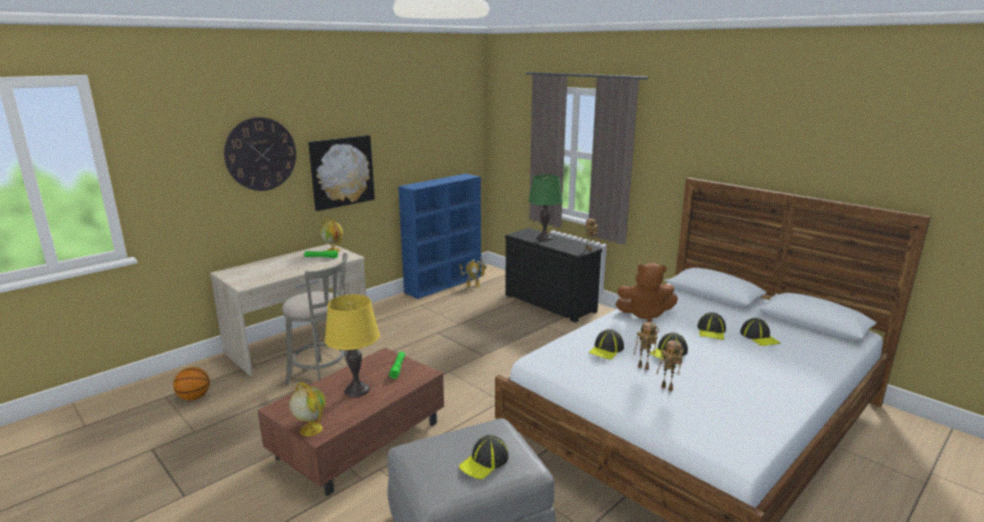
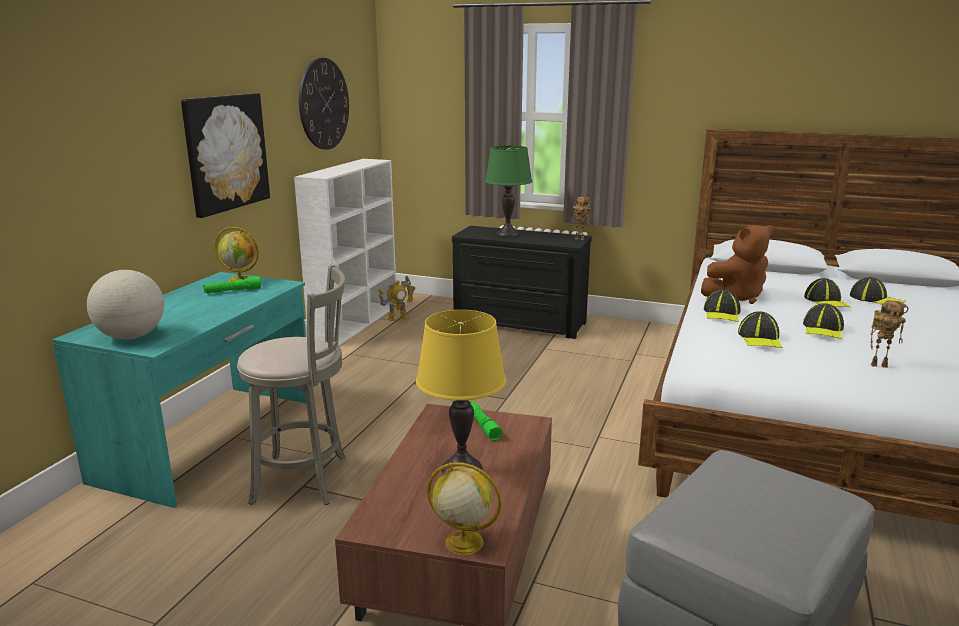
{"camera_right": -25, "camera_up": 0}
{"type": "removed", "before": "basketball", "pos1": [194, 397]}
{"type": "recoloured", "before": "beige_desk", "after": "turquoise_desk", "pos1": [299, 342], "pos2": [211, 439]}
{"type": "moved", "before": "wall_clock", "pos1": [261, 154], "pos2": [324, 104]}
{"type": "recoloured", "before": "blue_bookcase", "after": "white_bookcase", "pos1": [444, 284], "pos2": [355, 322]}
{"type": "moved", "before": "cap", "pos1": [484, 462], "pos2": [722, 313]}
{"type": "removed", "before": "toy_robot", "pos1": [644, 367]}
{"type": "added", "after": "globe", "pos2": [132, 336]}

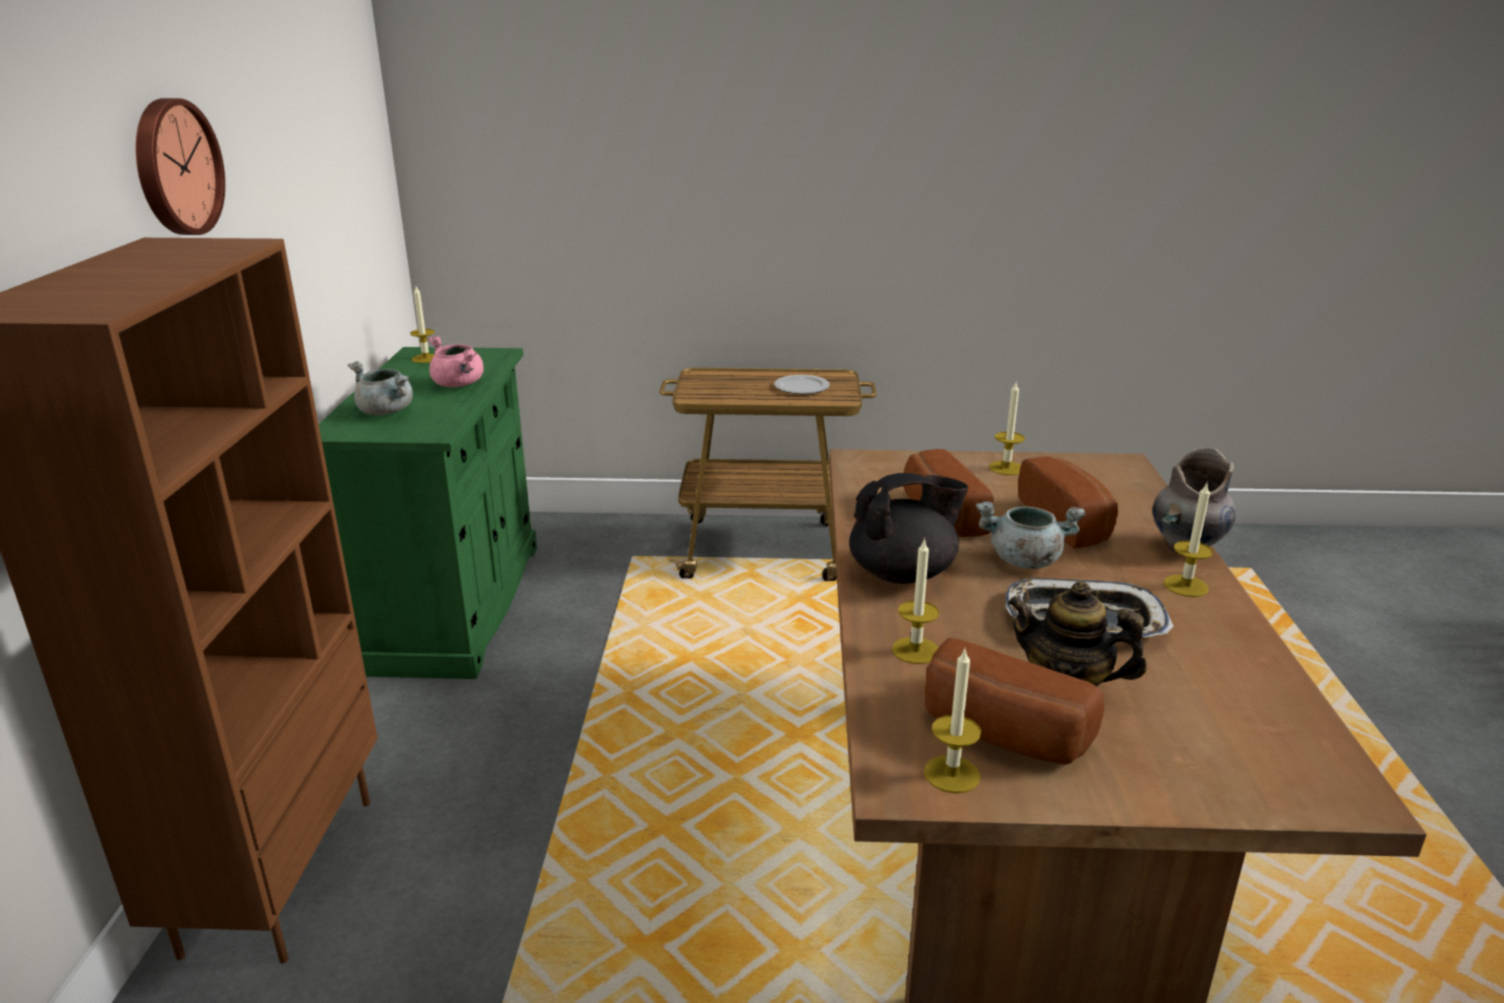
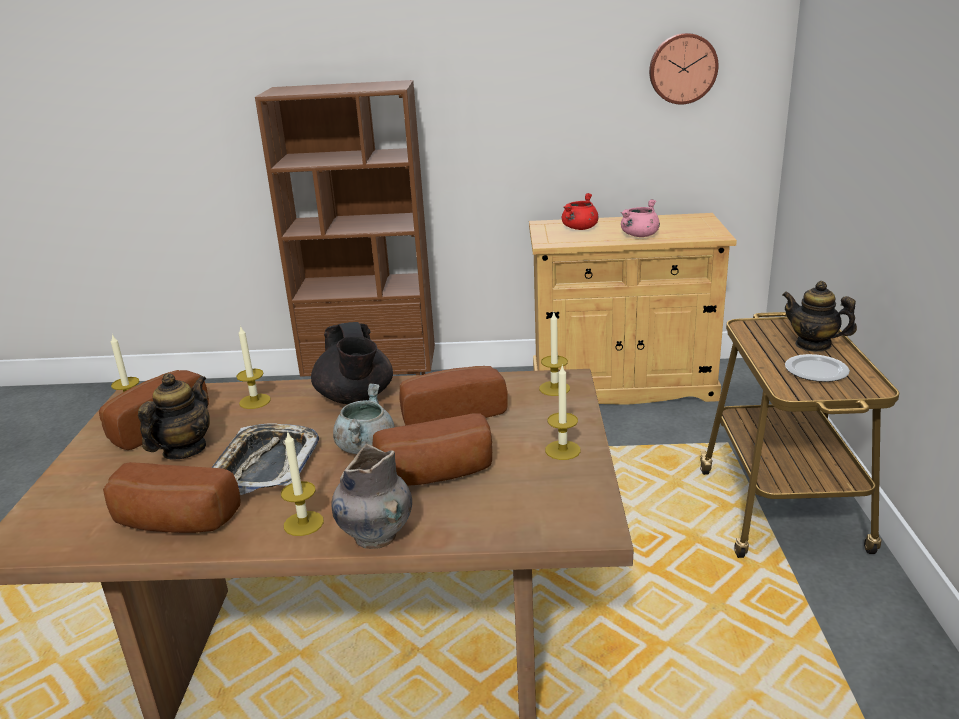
{"camera_right": 90, "camera_up": 0}
{"type": "moved", "before": "wall_clock", "pos1": [174, 167], "pos2": [682, 68]}
{"type": "recoloured", "before": "green_cabinet", "after": "beige_cabinet", "pos1": [452, 605], "pos2": [622, 385]}
{"type": "recoloured", "before": "grey_cooking_pot", "after": "red_cooking_pot", "pos1": [387, 412], "pos2": [579, 228]}
{"type": "moved", "before": "candle", "pos1": [426, 358], "pos2": [554, 388]}
{"type": "added", "after": "bread", "pos2": [172, 523]}
{"type": "added", "after": "teapot", "pos2": [813, 345]}

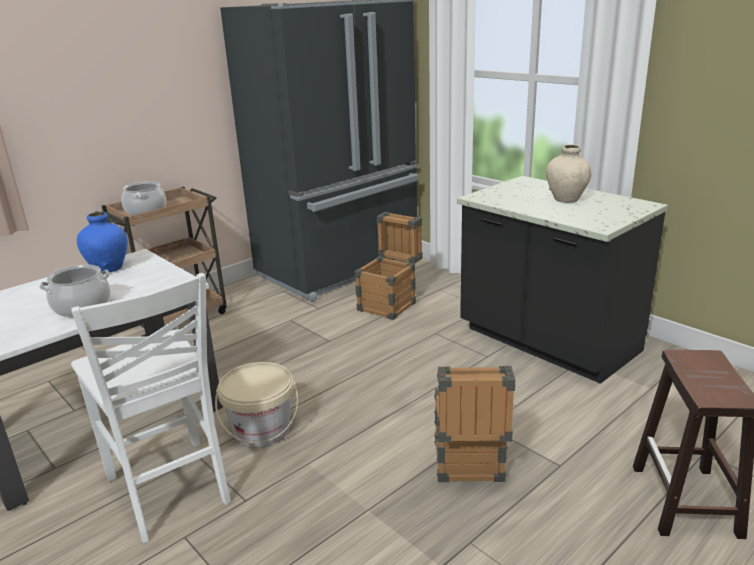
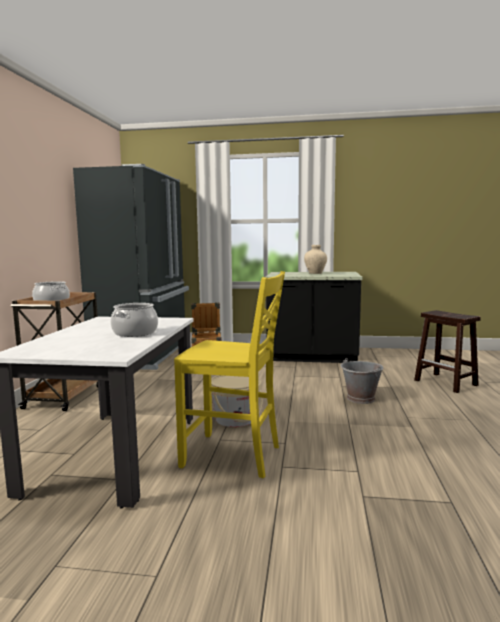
{"camera_right": -40, "camera_up": -15}
{"type": "recoloured", "before": "white_chair", "after": "yellow_chair", "pos1": [170, 491], "pos2": [233, 456]}
{"type": "removed", "before": "blue_vase", "pos1": [108, 269]}
{"type": "replaced", "before": "crate", "after": "grey_bucket", "pos1": [468, 468], "pos2": [361, 398]}

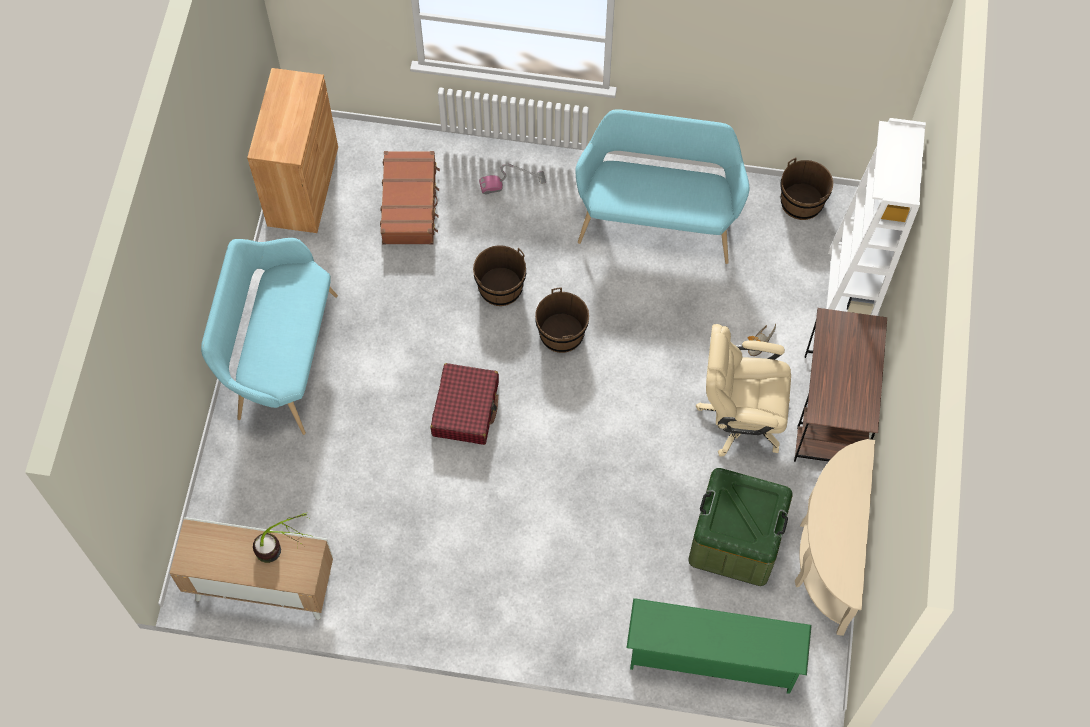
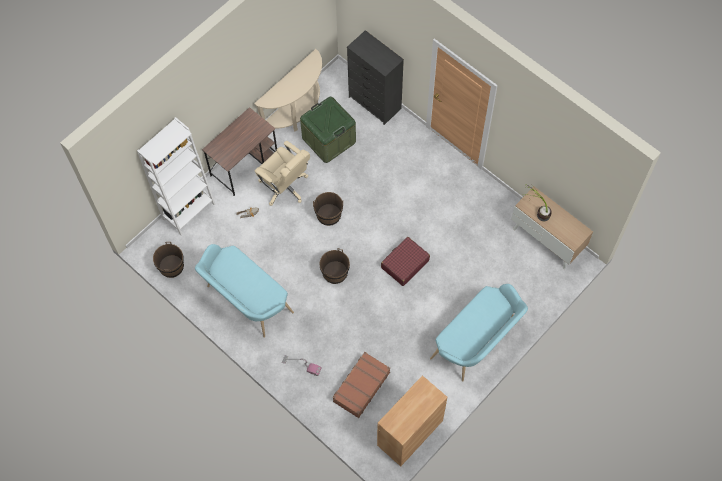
{"camera_right": -145, "camera_up": 0}
{"type": "moved", "before": "brown_bucket", "pos1": [500, 287], "pos2": [329, 215]}
{"type": "replaced", "before": "green_shoe_rack", "after": "black_dresser", "pos1": [711, 659], "pos2": [375, 103]}

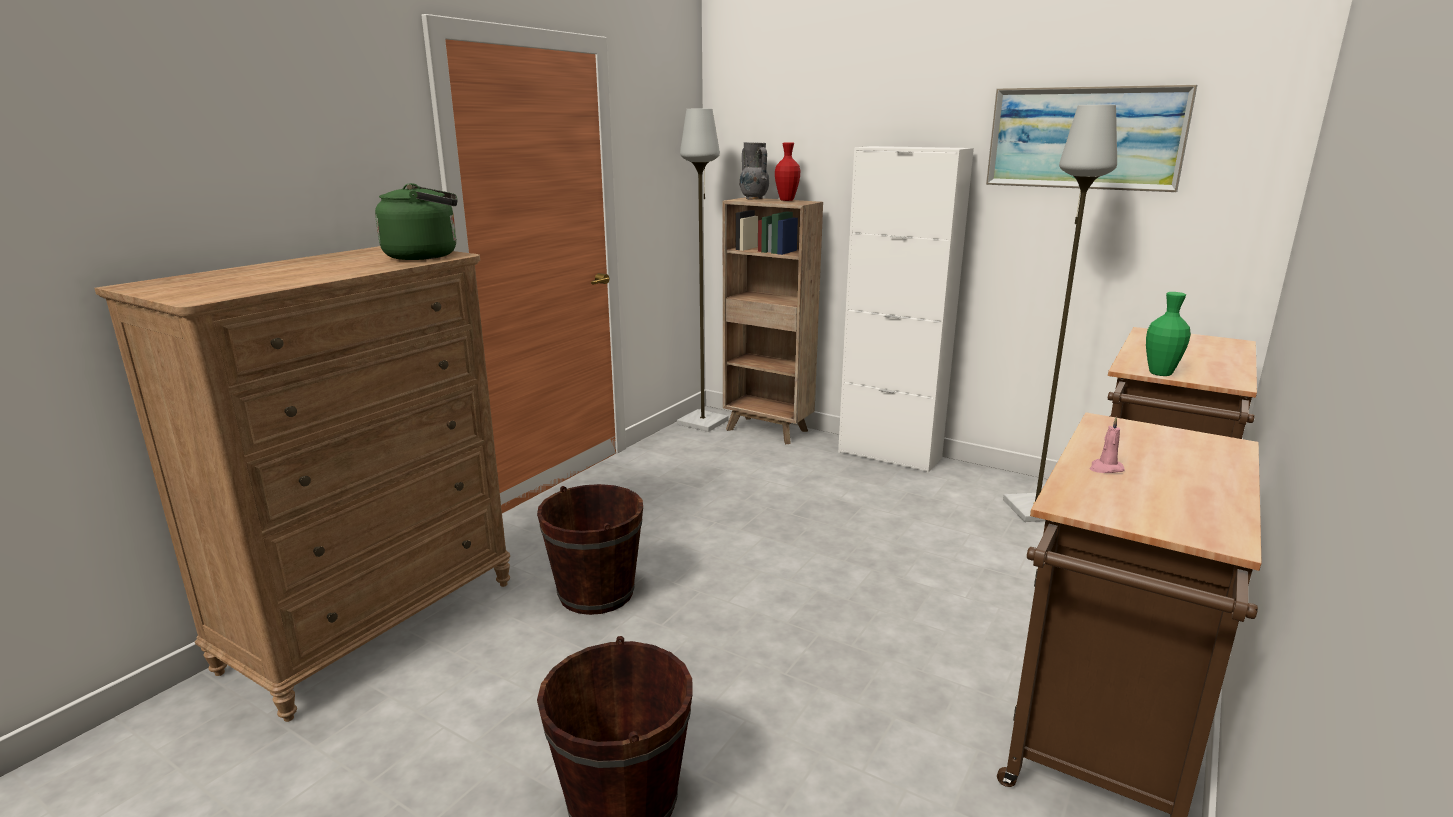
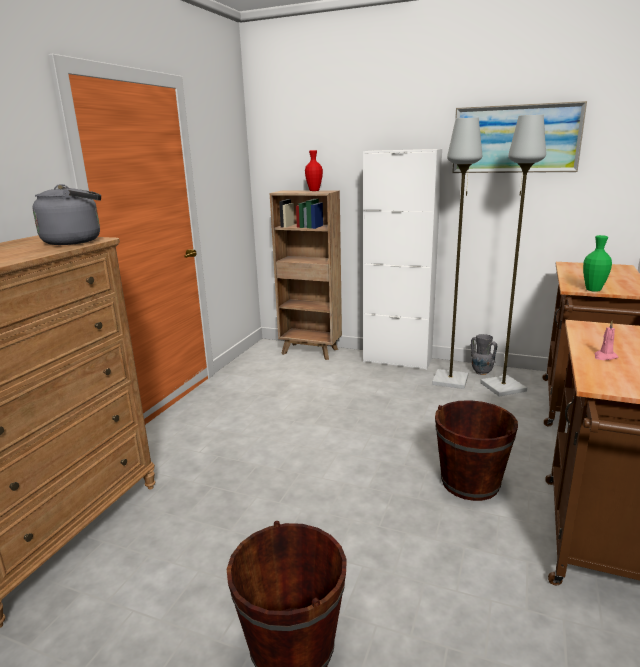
{"camera_right": -10, "camera_up": 0}
{"type": "recoloured", "before": "green_kettle", "after": "grey_kettle", "pos1": [426, 256], "pos2": [76, 241]}
{"type": "moved", "before": "brown_bucket", "pos1": [596, 593], "pos2": [470, 483]}
{"type": "moved", "before": "grey_floor_lamp", "pos1": [703, 422], "pos2": [451, 380]}
{"type": "moved", "before": "grey_vase", "pos1": [754, 199], "pos2": [481, 372]}

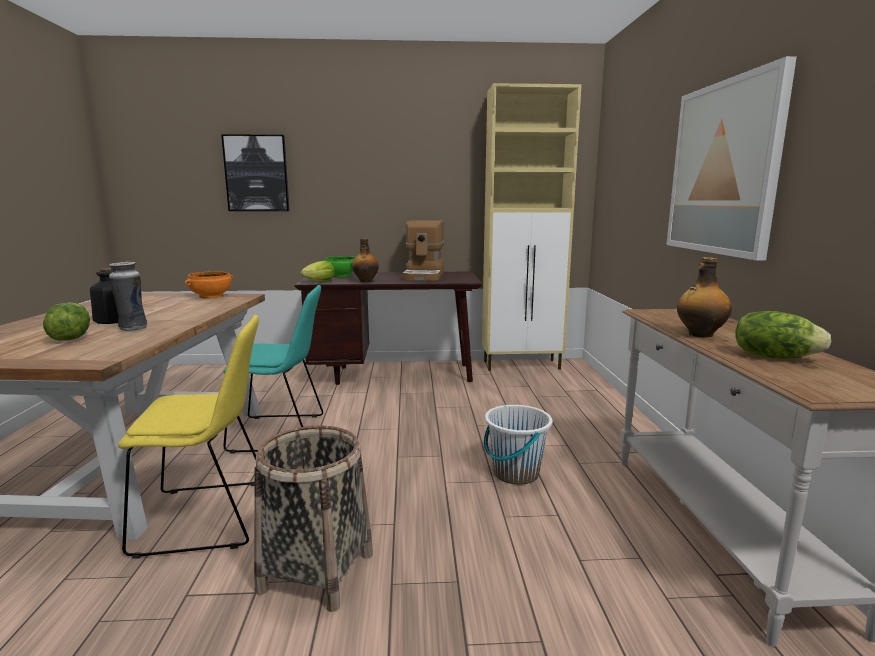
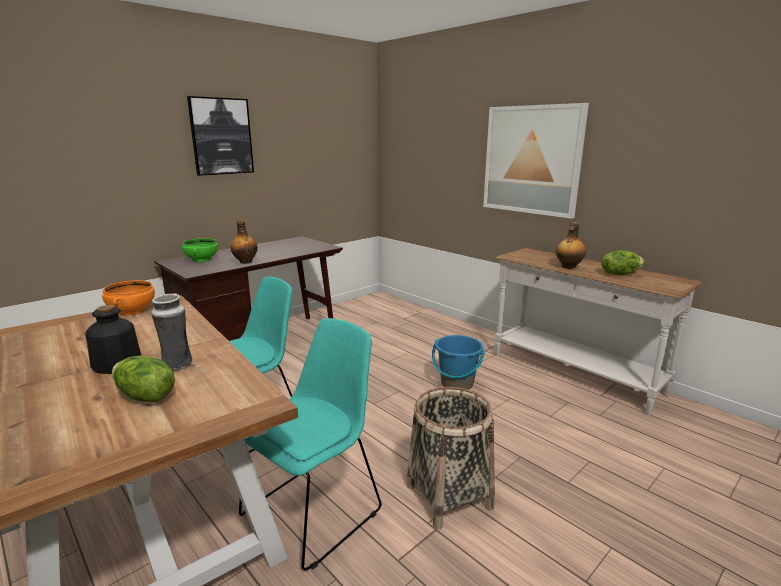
{"camera_right": -40, "camera_up": 5}
{"type": "recoloured", "before": "yellow_chair", "after": "turquoise_chair", "pos1": [209, 516], "pos2": [315, 509]}
{"type": "moved", "before": "picture", "pos1": [256, 173], "pos2": [221, 136]}
{"type": "removed", "before": "lettuce", "pos1": [319, 281]}
{"type": "removed", "before": "coffee_machine", "pos1": [424, 276]}
{"type": "removed", "before": "beige_cabinet", "pos1": [522, 365]}
{"type": "recoloured", "before": "white_bucket", "after": "blue_bucket", "pos1": [515, 473], "pos2": [457, 384]}

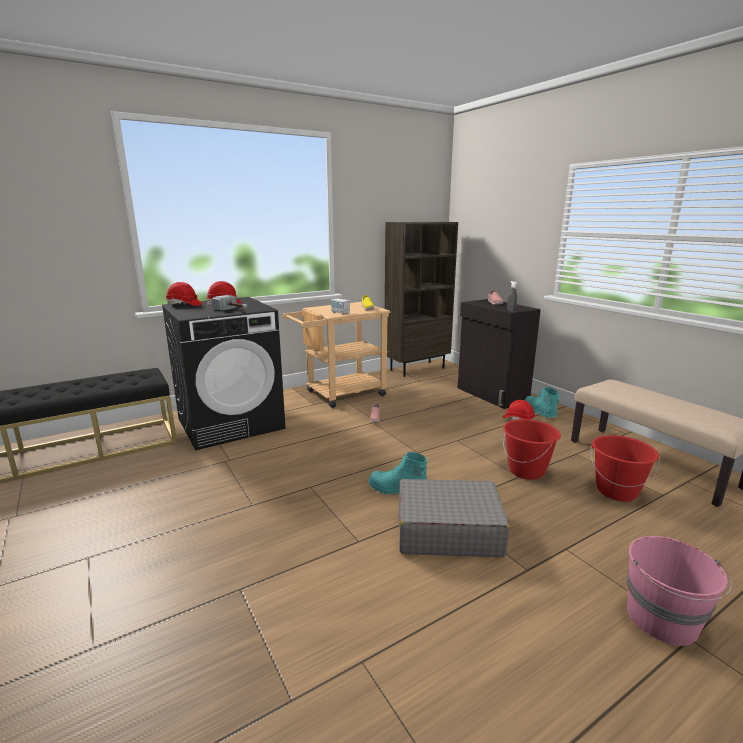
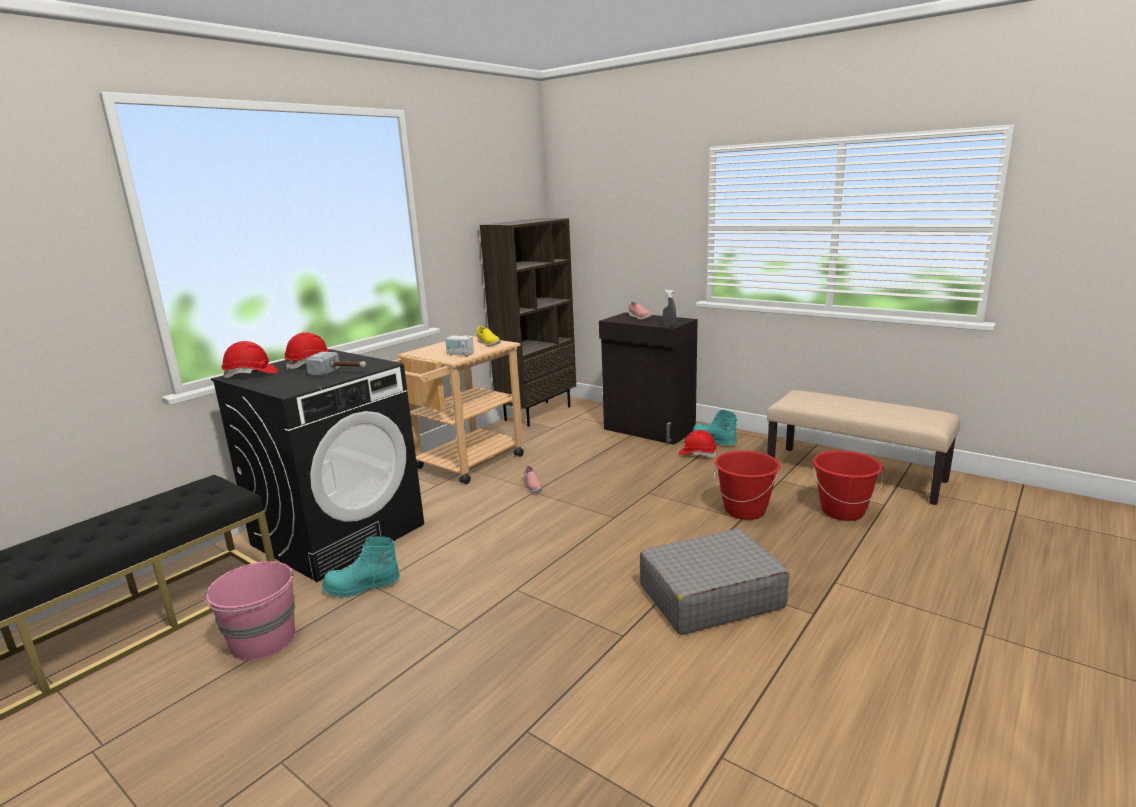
{"camera_right": -20, "camera_up": 0}
{"type": "moved", "before": "turquoise_boot", "pos1": [397, 489], "pos2": [362, 587]}
{"type": "moved", "before": "pink_bucket", "pos1": [663, 620], "pos2": [263, 640]}

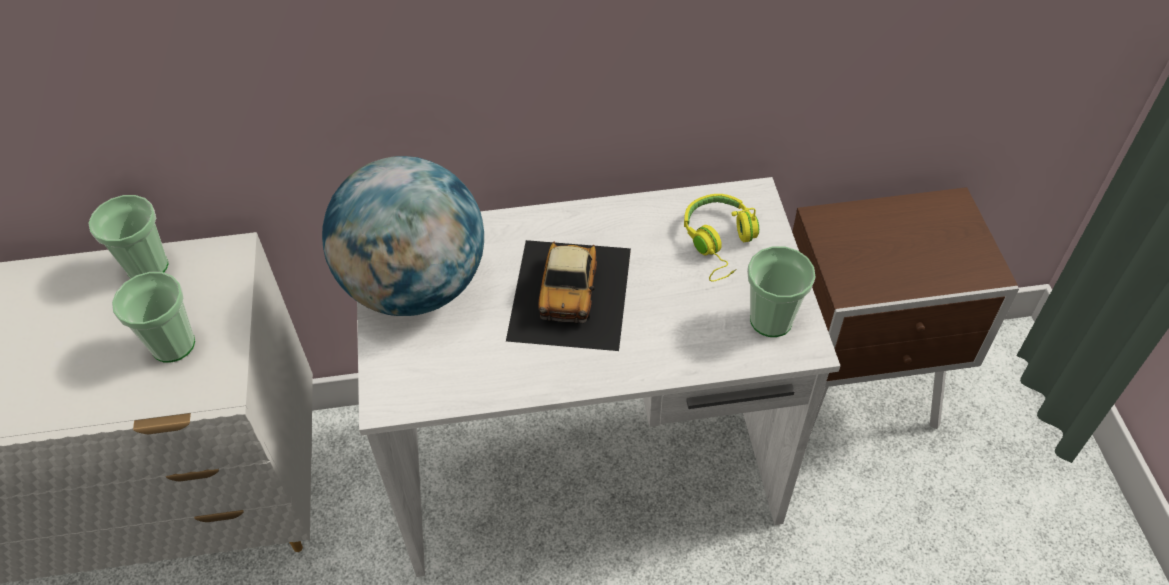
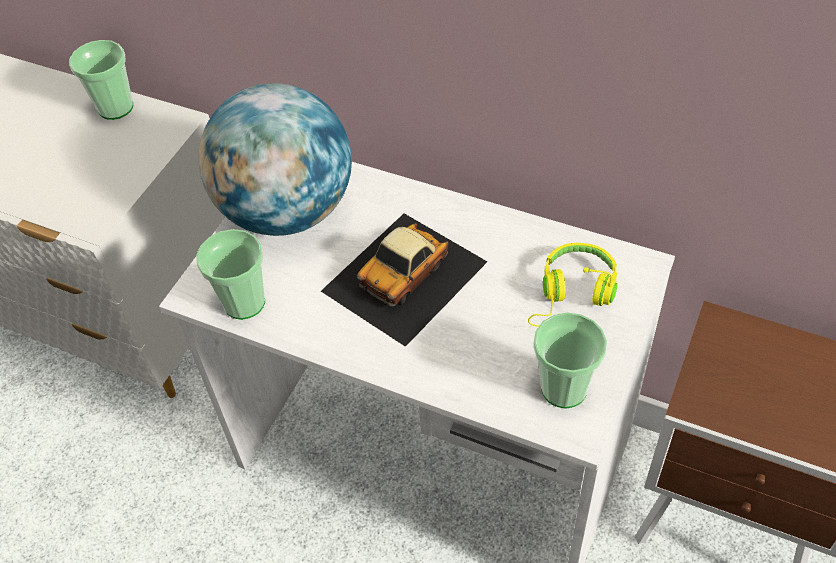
{"camera_right": 35, "camera_up": 0}
{"type": "moved", "before": "cup", "pos1": [173, 345], "pos2": [244, 302]}

